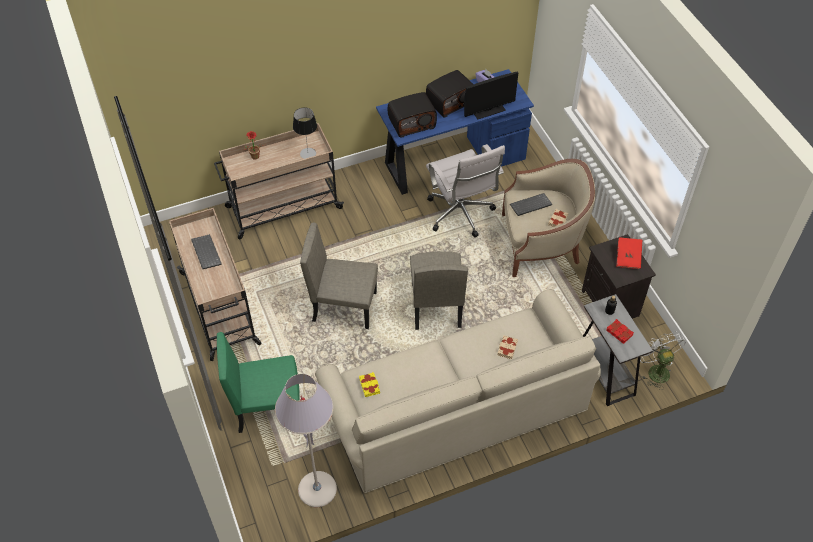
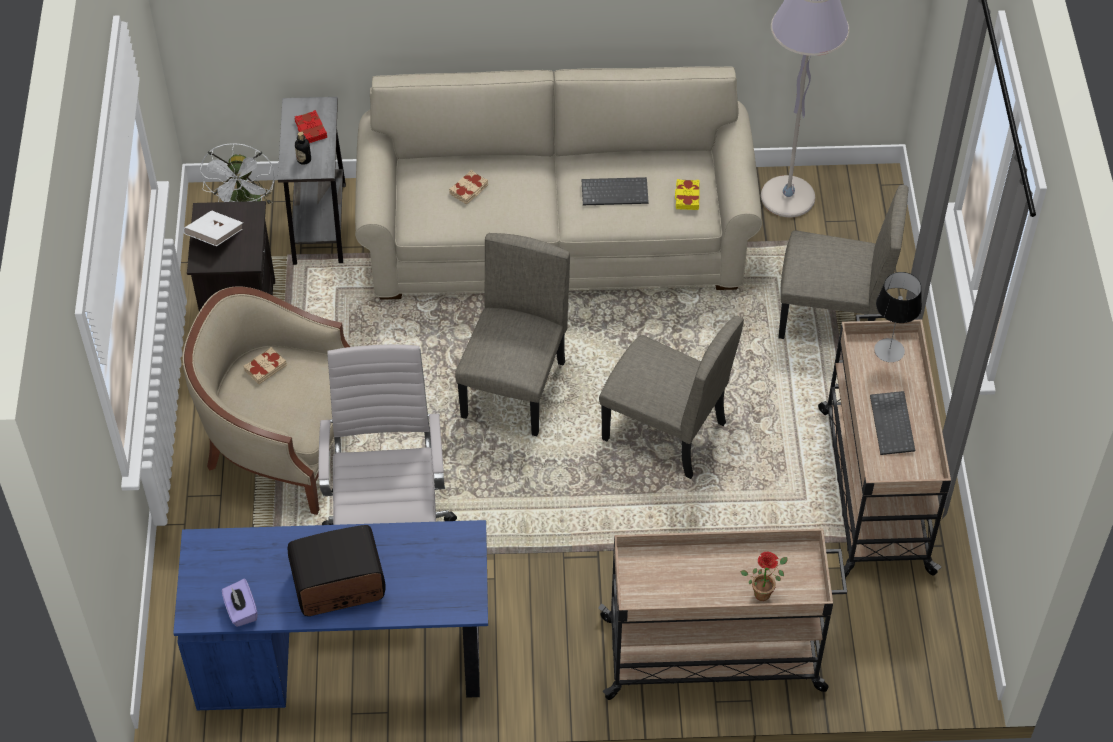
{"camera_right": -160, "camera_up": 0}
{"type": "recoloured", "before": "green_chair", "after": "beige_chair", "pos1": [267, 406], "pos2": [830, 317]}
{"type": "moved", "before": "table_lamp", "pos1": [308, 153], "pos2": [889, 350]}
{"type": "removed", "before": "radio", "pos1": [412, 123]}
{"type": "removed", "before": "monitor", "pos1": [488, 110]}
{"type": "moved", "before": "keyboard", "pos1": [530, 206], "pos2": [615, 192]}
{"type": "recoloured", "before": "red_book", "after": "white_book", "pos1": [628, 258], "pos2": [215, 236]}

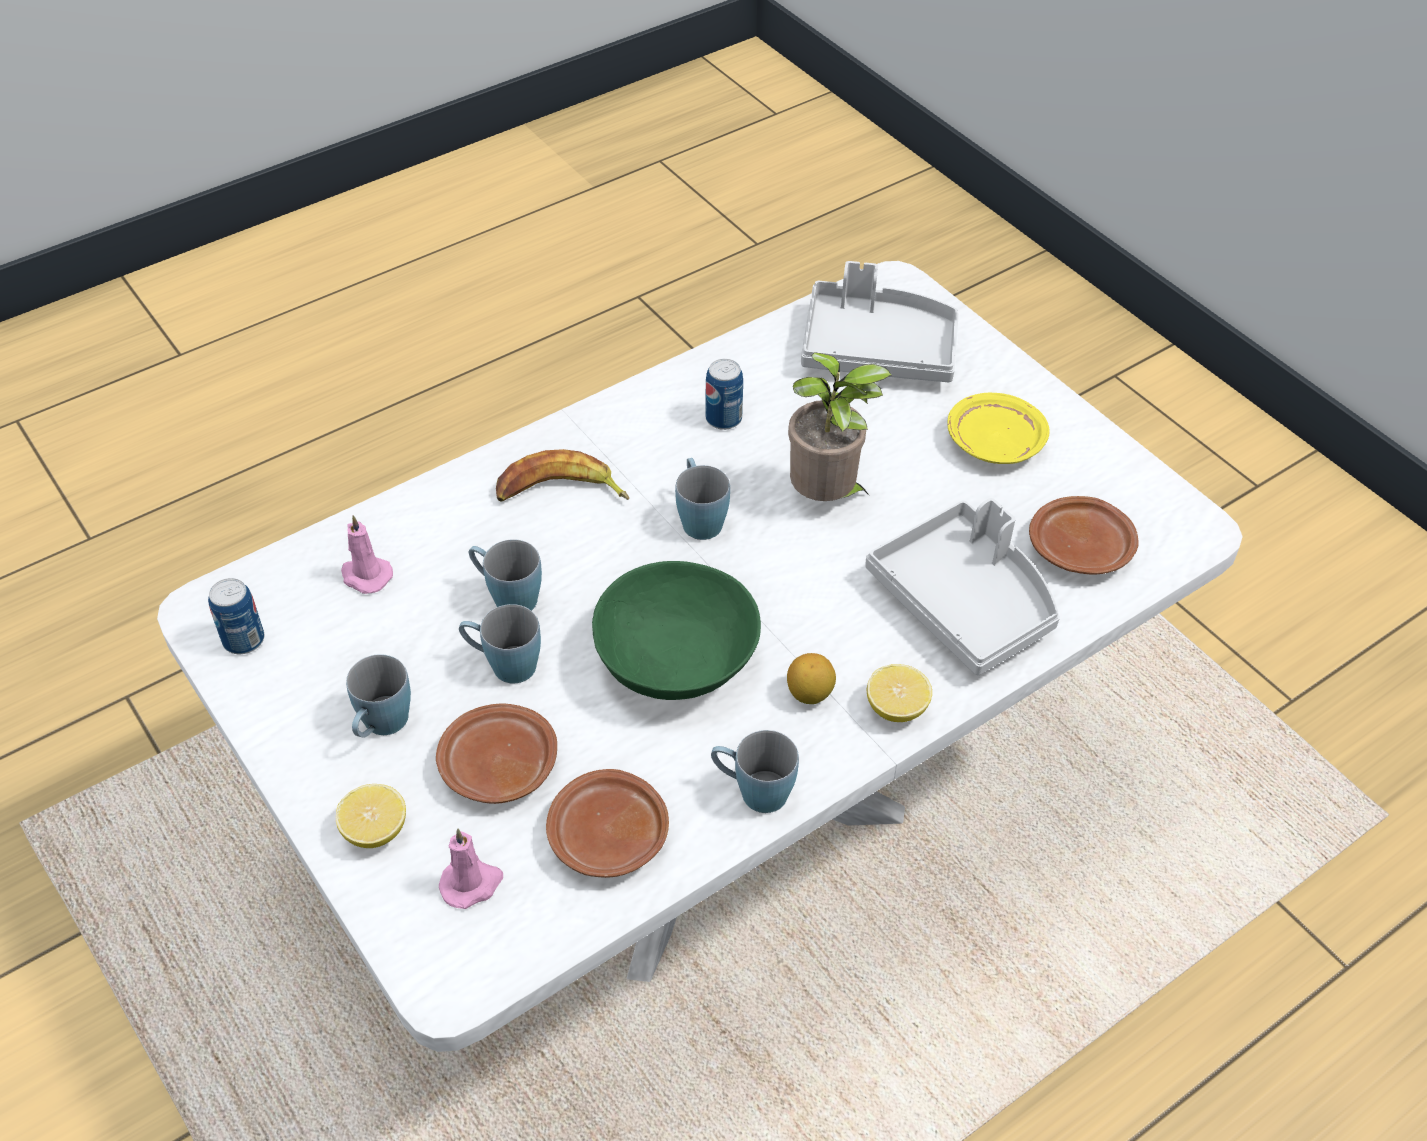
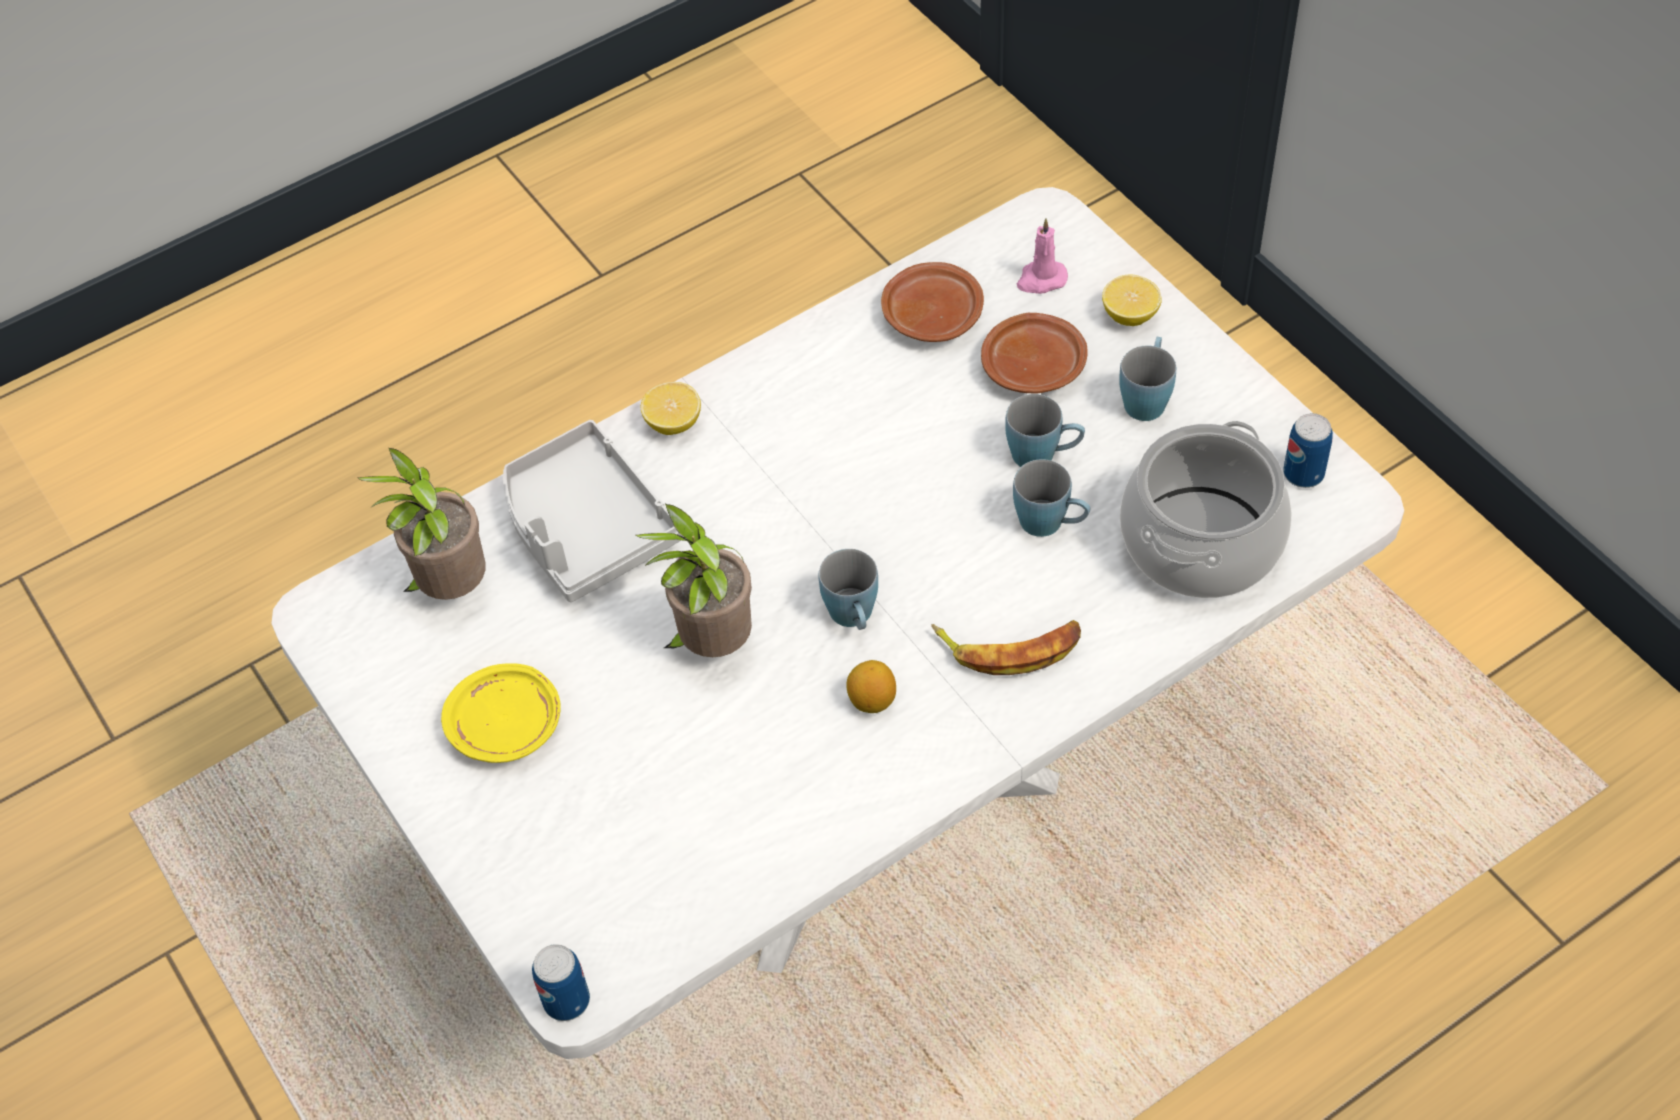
{"camera_right": -175, "camera_up": 5}
{"type": "replaced", "before": "pink_candle", "after": "cooking_pot", "pos1": [365, 576], "pos2": [1202, 543]}
{"type": "removed", "before": "green_bowl", "pos1": [678, 661]}
{"type": "moved", "before": "can", "pos1": [723, 419], "pos2": [566, 1000]}
{"type": "removed", "before": "blue_mug", "pos1": [752, 791]}
{"type": "moved", "before": "lemon", "pos1": [810, 694], "pos2": [872, 700]}
{"type": "removed", "before": "grey_tray", "pos1": [877, 349]}
{"type": "replaced", "before": "brown_plate", "after": "potted_plant", "pos1": [1081, 548], "pos2": [450, 588]}

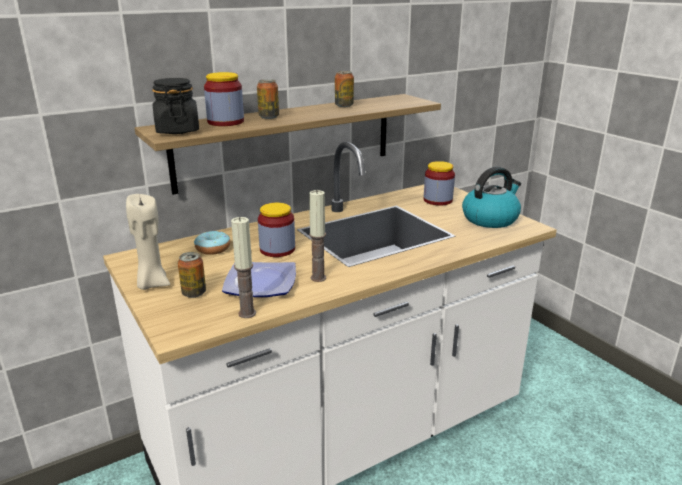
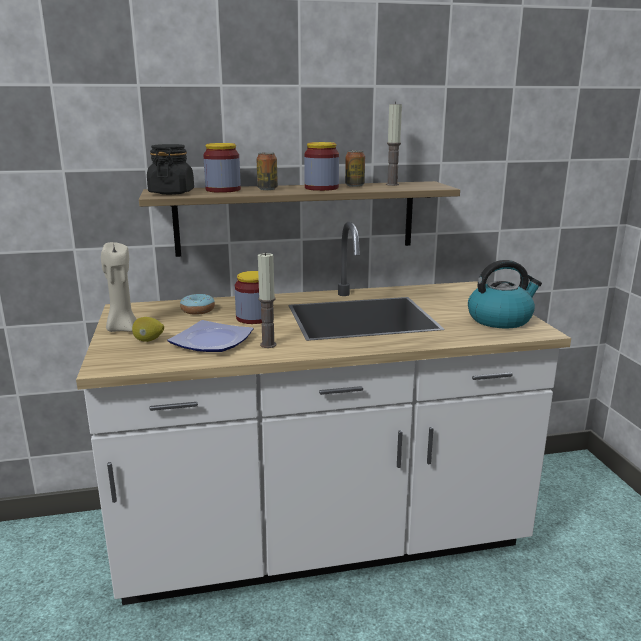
{"camera_right": 20, "camera_up": -5}
{"type": "replaced", "before": "can", "after": "lemon", "pos1": [194, 293], "pos2": [148, 340]}
{"type": "moved", "before": "candle", "pos1": [247, 313], "pos2": [392, 184]}
{"type": "moved", "before": "jar", "pos1": [438, 200], "pos2": [321, 188]}

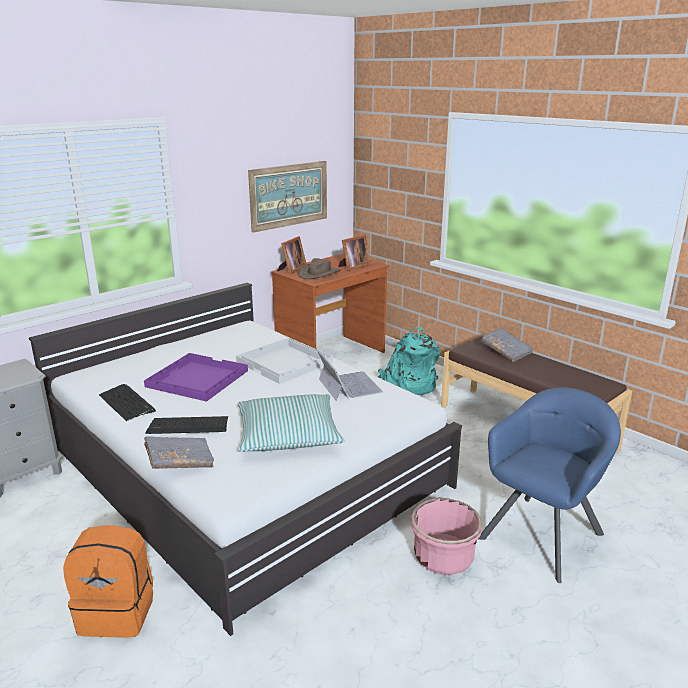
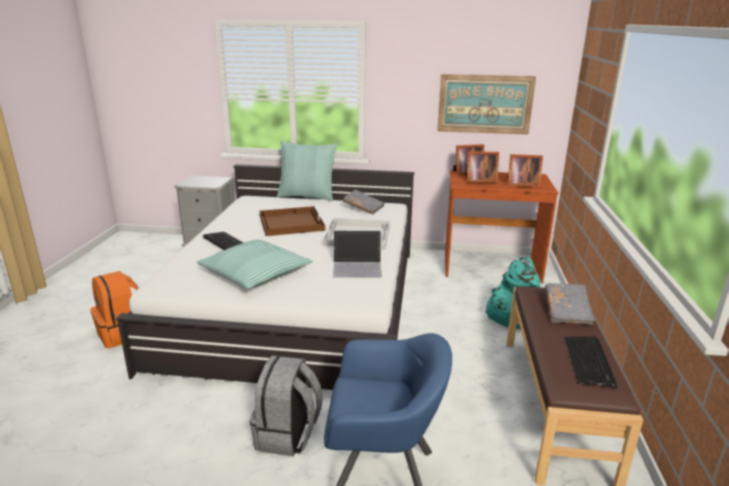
{"camera_right": 50, "camera_up": 0}
{"type": "moved", "before": "keyboard", "pos1": [127, 403], "pos2": [589, 361]}
{"type": "recoloured", "before": "purple_tray", "after": "brown_tray", "pos1": [196, 379], "pos2": [290, 222]}
{"type": "moved", "before": "grey_book", "pos1": [180, 462], "pos2": [363, 208]}
{"type": "replaced", "before": "brown_hat", "after": "picture_frame", "pos1": [319, 273], "pos2": [479, 181]}
{"type": "turned", "before": "laptop", "pos1": [348, 385], "pos2": [357, 266], "turn": 60}
{"type": "replaced", "before": "pink_planter", "after": "grey_backpack", "pos1": [443, 557], "pos2": [288, 435]}
{"type": "added", "after": "pillow", "pos2": [307, 196]}

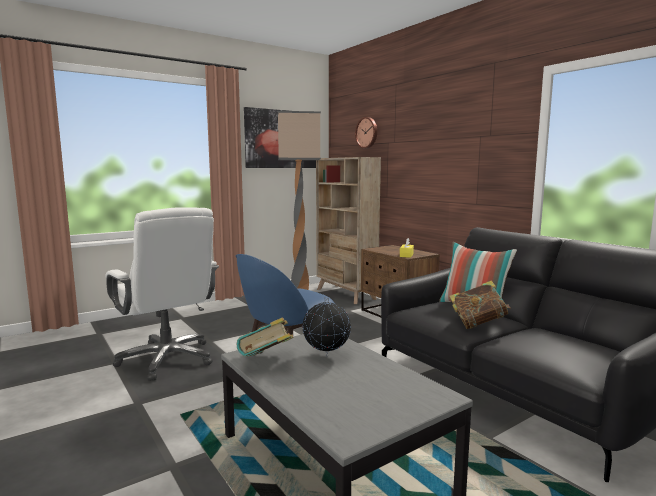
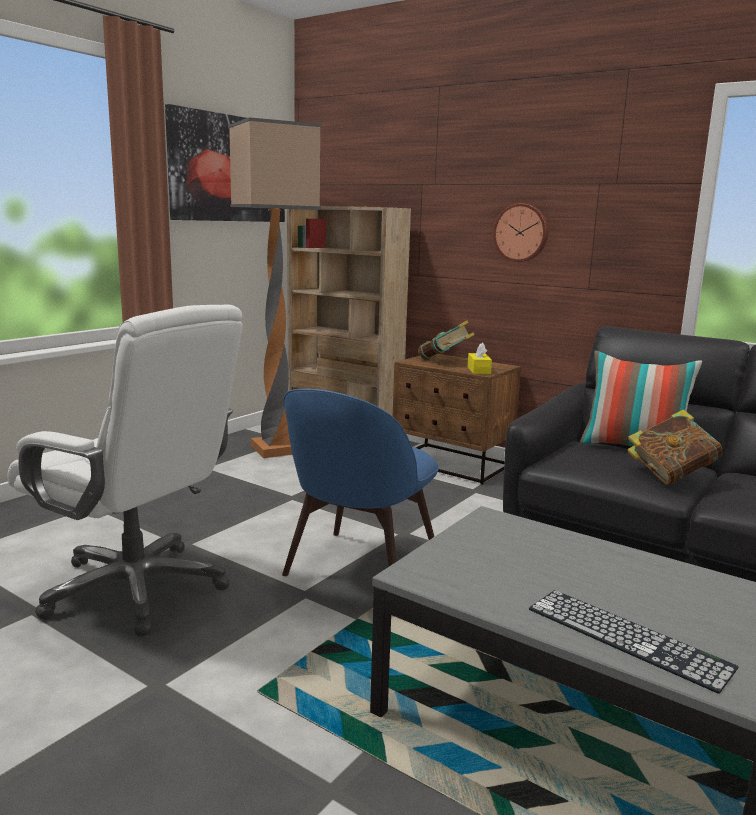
{"camera_right": -20, "camera_up": 5}
{"type": "moved", "before": "book", "pos1": [267, 362], "pos2": [444, 362]}
{"type": "removed", "before": "globe", "pos1": [326, 355]}
{"type": "moved", "before": "wall_clock", "pos1": [367, 132], "pos2": [521, 232]}
{"type": "added", "after": "keyboard", "pos2": [627, 637]}

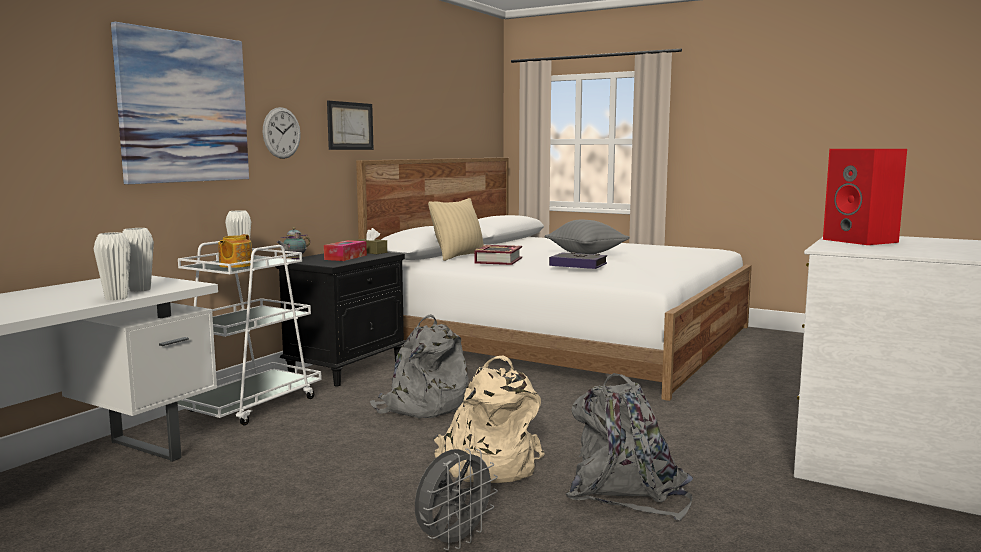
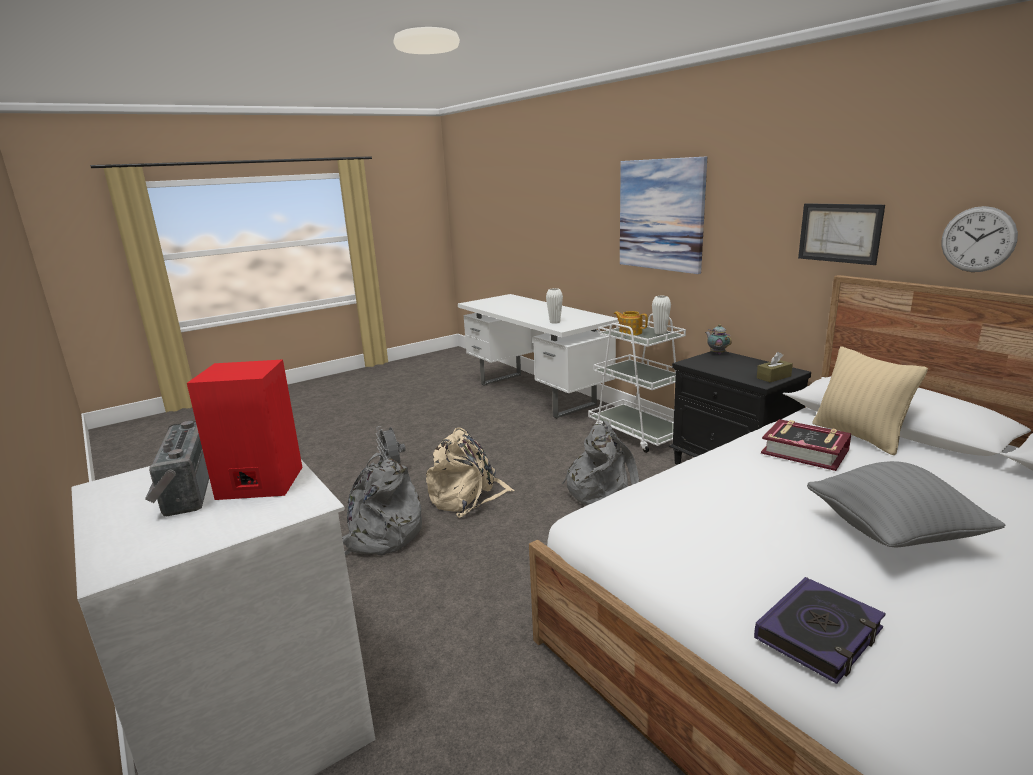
{"camera_right": 115, "camera_up": 10}
{"type": "removed", "before": "white_vase", "pos1": [116, 298]}
{"type": "moved", "before": "wall_clock", "pos1": [281, 133], "pos2": [978, 239]}
{"type": "removed", "before": "tissue_box", "pos1": [345, 257]}
{"type": "moved", "before": "book", "pos1": [578, 265], "pos2": [819, 634]}
{"type": "added", "after": "radio", "pos2": [183, 490]}

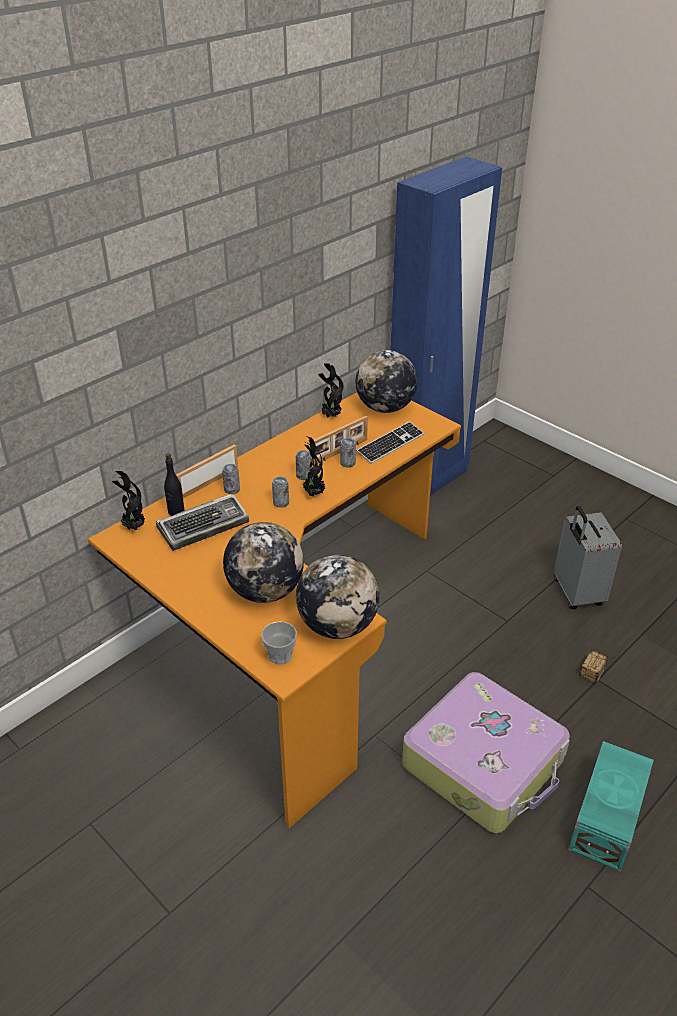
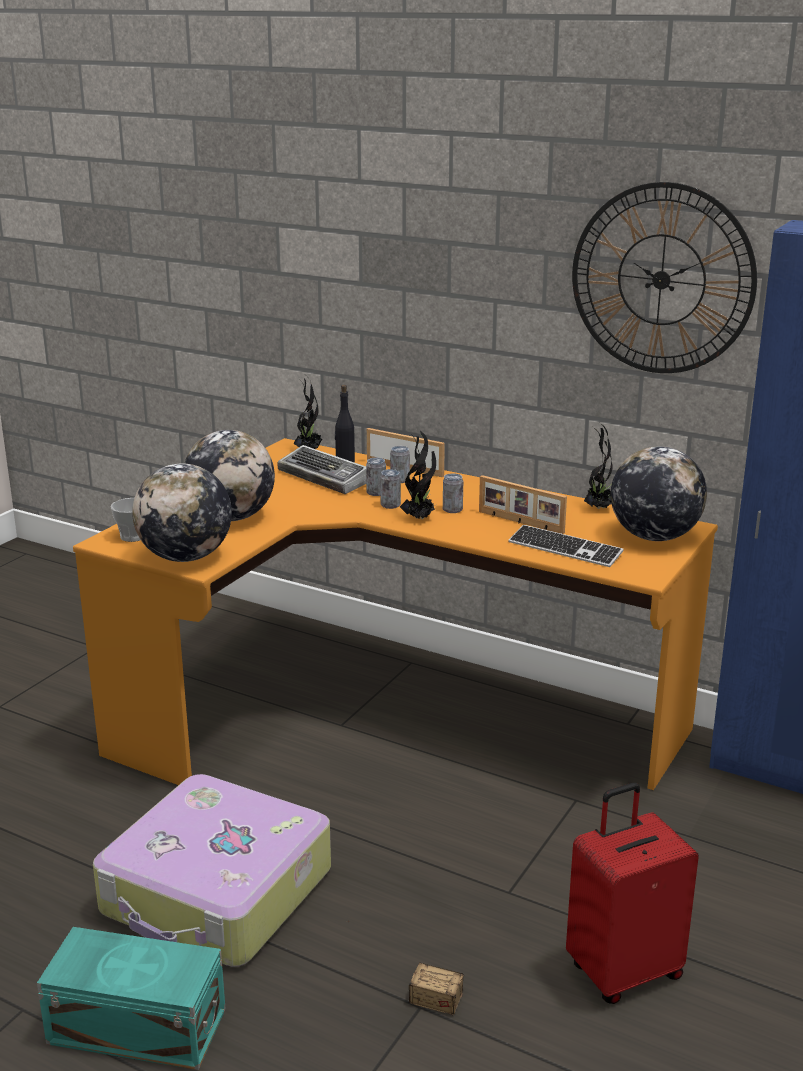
{"camera_right": 75, "camera_up": -15}
{"type": "moved", "before": "can", "pos1": [347, 463], "pos2": [376, 492]}
{"type": "recoloured", "before": "grey_suitcase", "after": "red_suitcase", "pos1": [576, 593], "pos2": [623, 970]}
{"type": "added", "after": "wall_clock", "pos2": [661, 280]}

